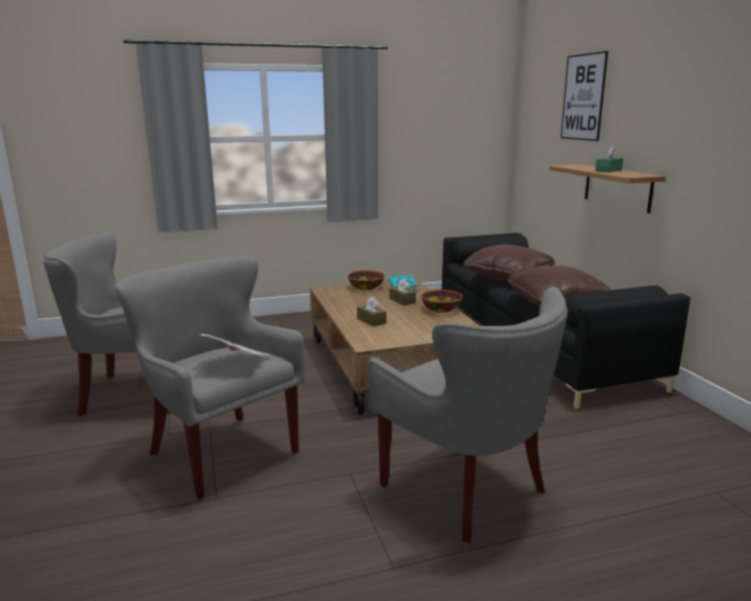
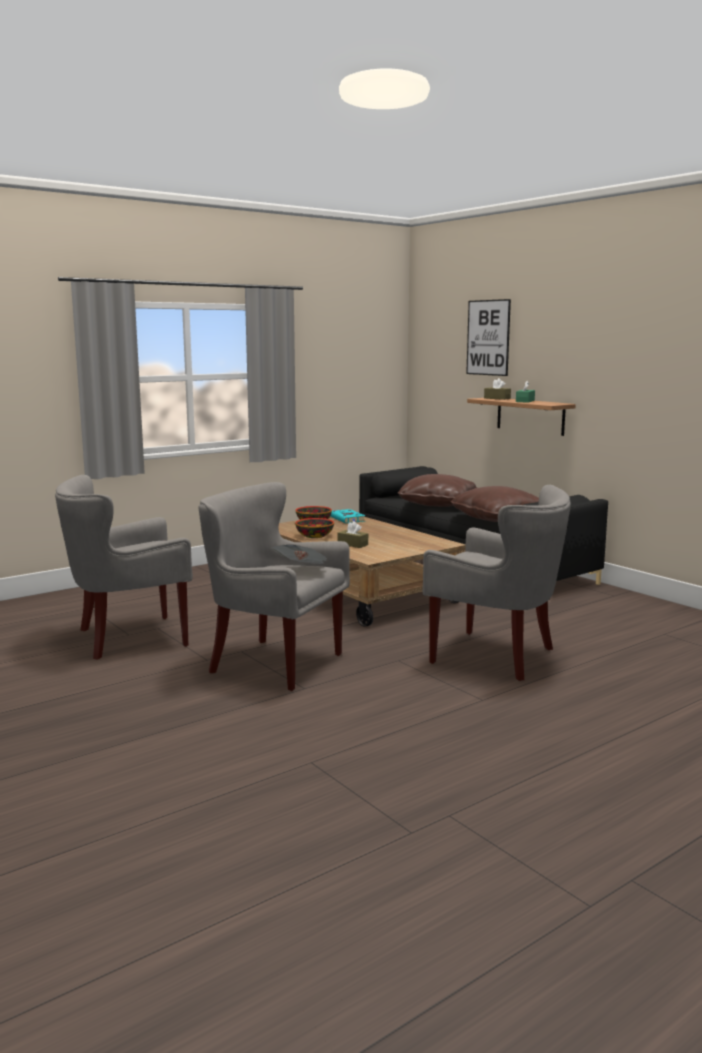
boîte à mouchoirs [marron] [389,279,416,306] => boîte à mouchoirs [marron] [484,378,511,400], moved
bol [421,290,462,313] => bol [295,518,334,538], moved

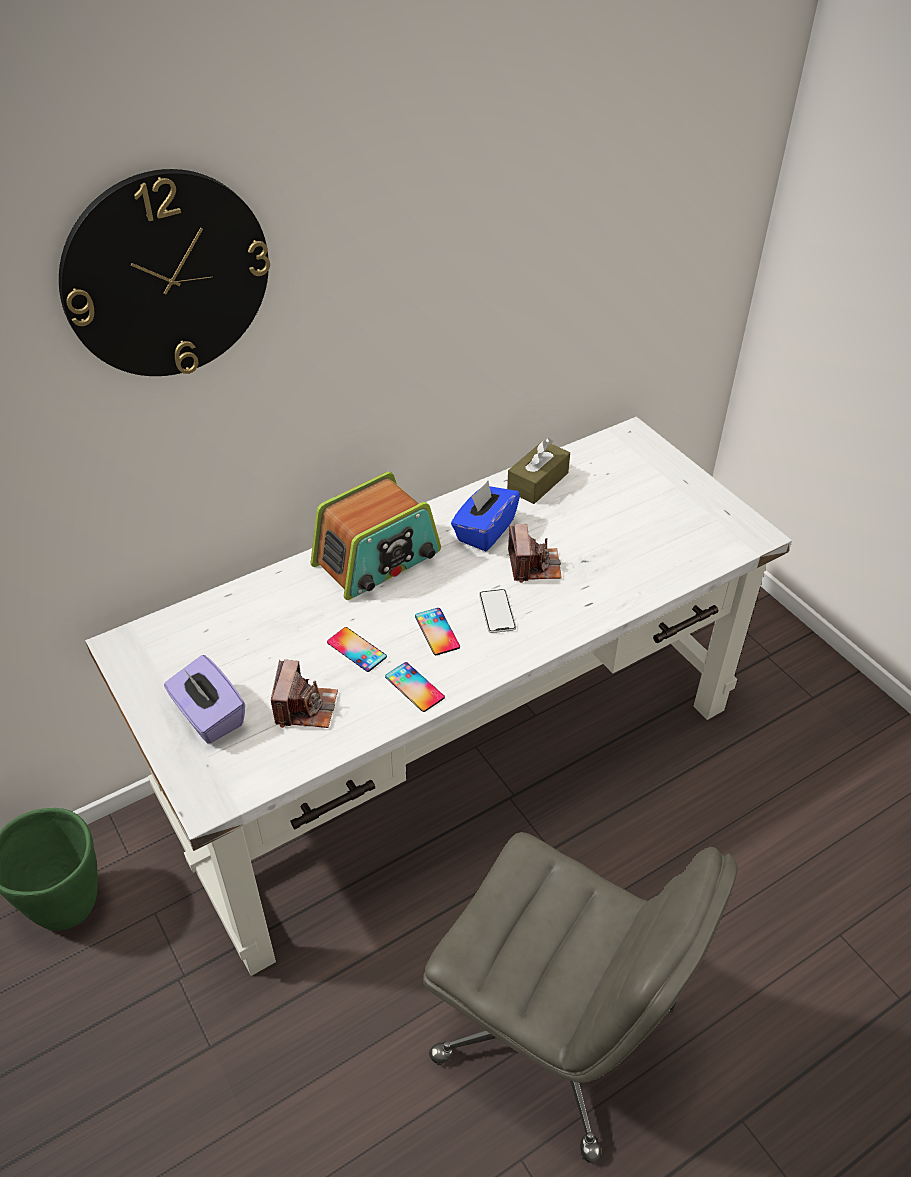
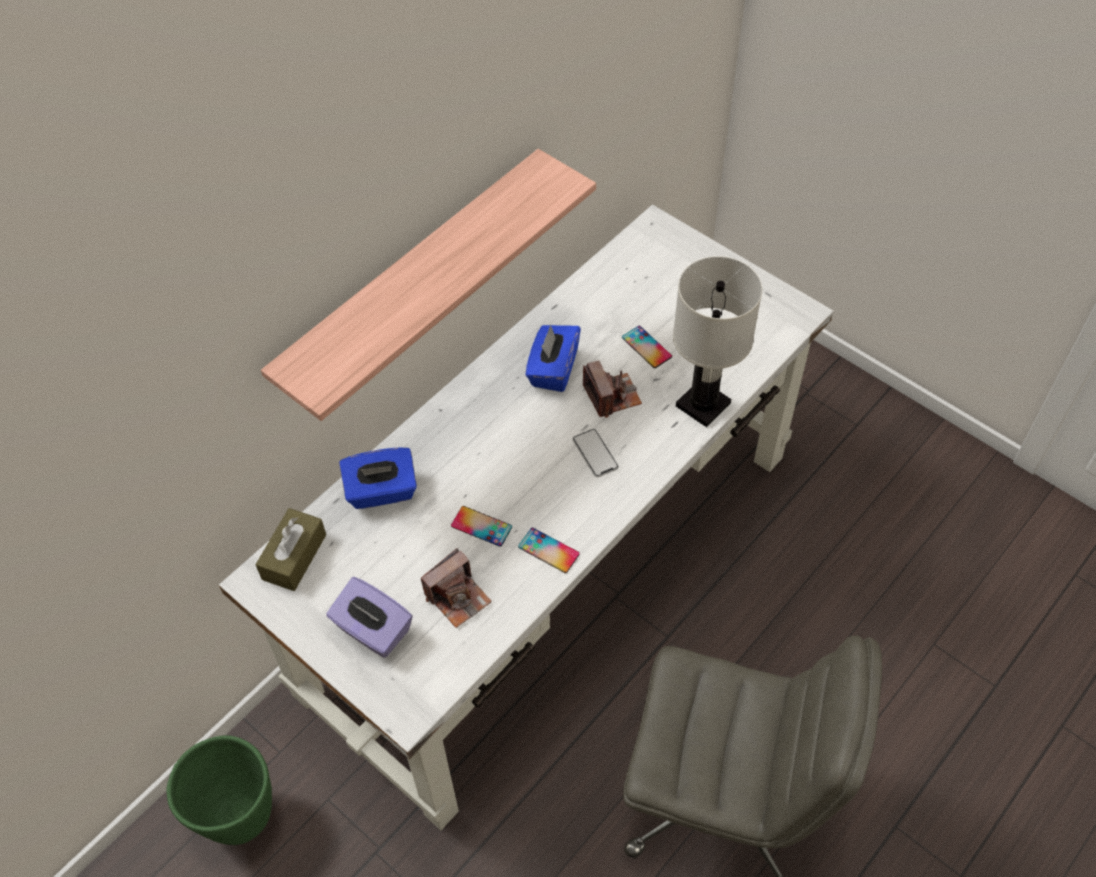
horloge murale [59,169,270,376] => nothing
appareil photo [271,659,338,728] => appareil photo [421,548,492,628], 60 degrees clockwise
radio [311,472,441,600] => nothing
téléphone [415,608,460,655] => téléphone [622,326,672,368], moved
boîte à mouchoirs [marron] [507,438,570,504] => boîte à mouchoirs [marron] [255,508,326,591], moved
nothing => étagère [261,149,596,421]
nothing => boîte à mouchoirs [bleu] [339,447,417,509]
nothing => lampe de table [blanc] [673,256,762,427]

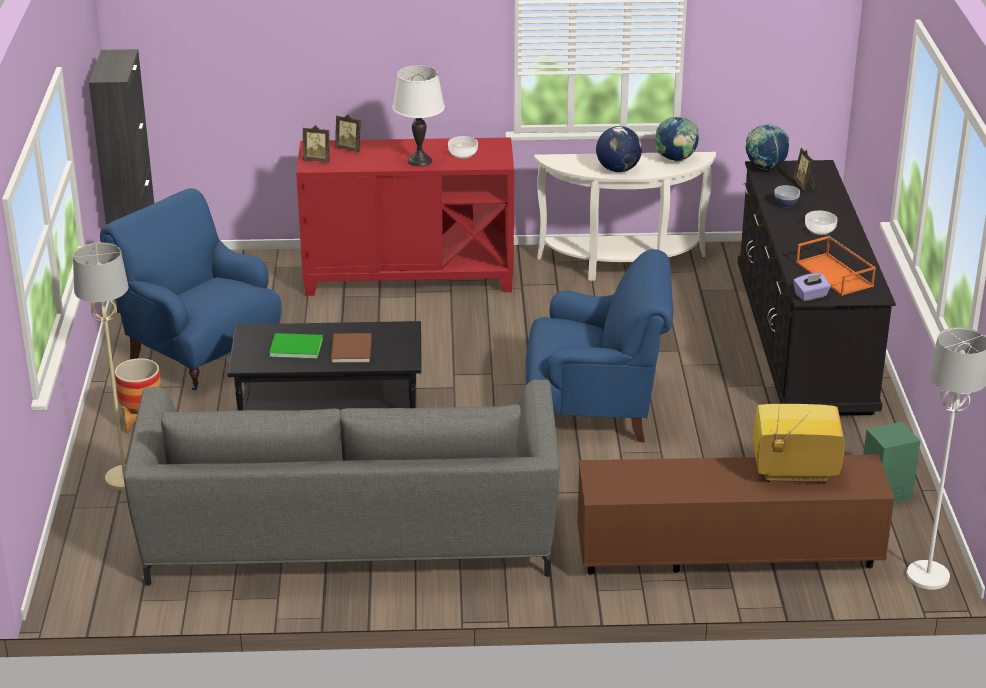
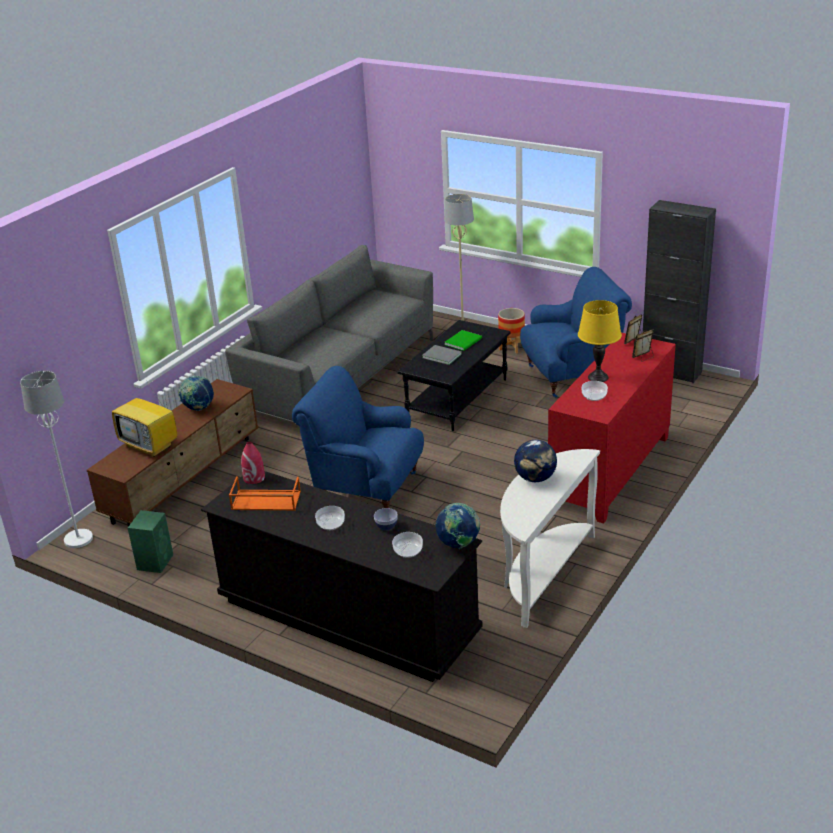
livre [marron] [331,333,372,363] => livre [gris] [422,345,462,365]
lampe de table [blanc] [392,65,445,166] => lampe de table [jaune] [578,300,622,382]
fauteuil [bleu] [526,249,673,442] => fauteuil [bleu] [292,366,424,508], 75 degrees clockwise
globe [655,117,699,162] => globe [178,376,214,411], moved
téléviseur [753,394,845,483] => téléviseur [112,382,177,457], 90 degrees clockwise
boîte à mouchoirs [violet] [793,273,831,301] => vase [rouge] [241,442,265,484]
cadre photo [794,148,815,190] => bol [392,532,423,558]

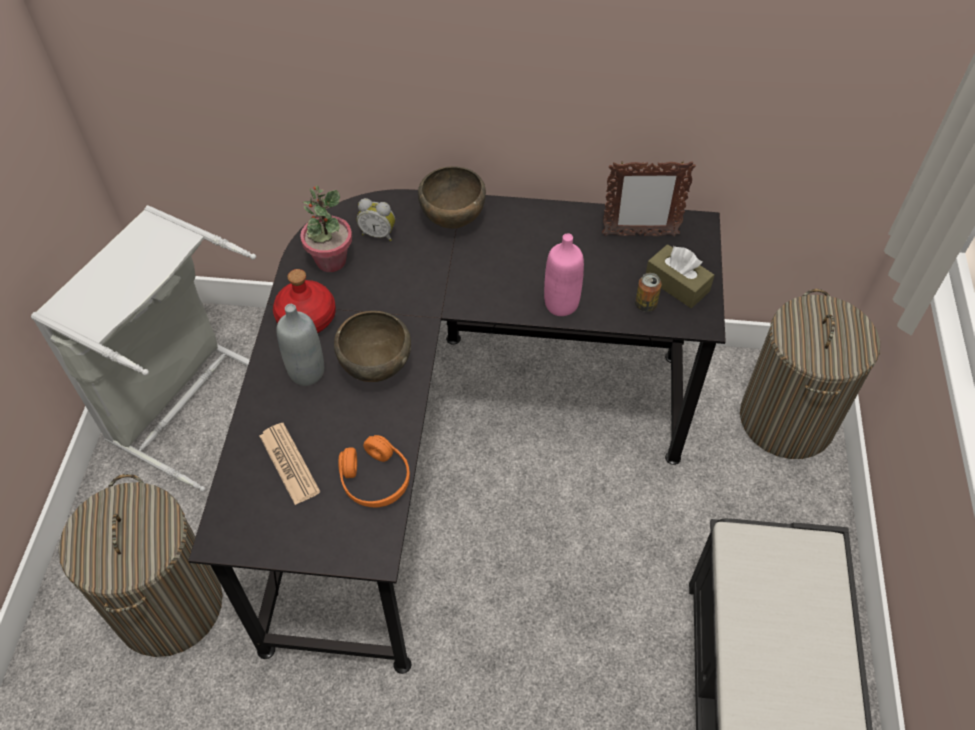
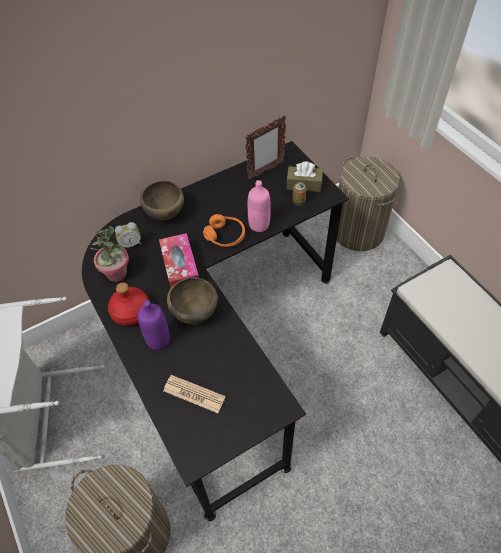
bouteille [gris] [276,304,324,386] => bouteille [violet] [138,300,170,350]
casque audio [orange] [338,435,410,507] => casque audio [orange] [203,214,245,247], moved
nothing => boîte à mouchoirs [159,233,199,288]

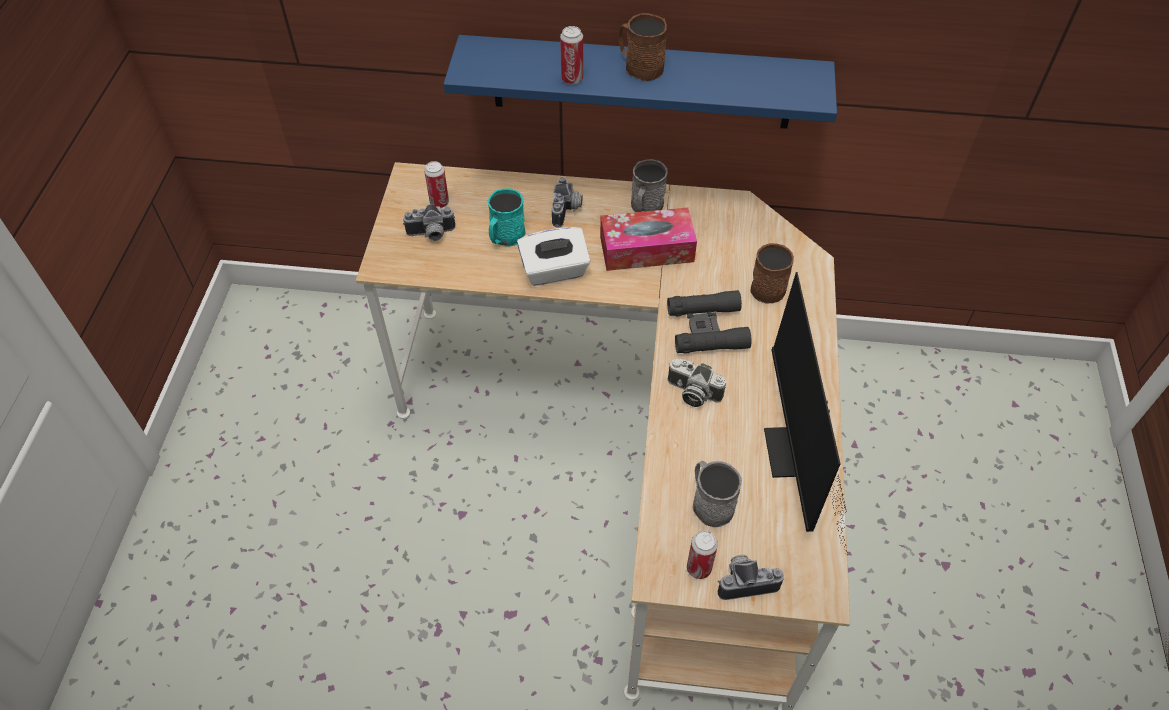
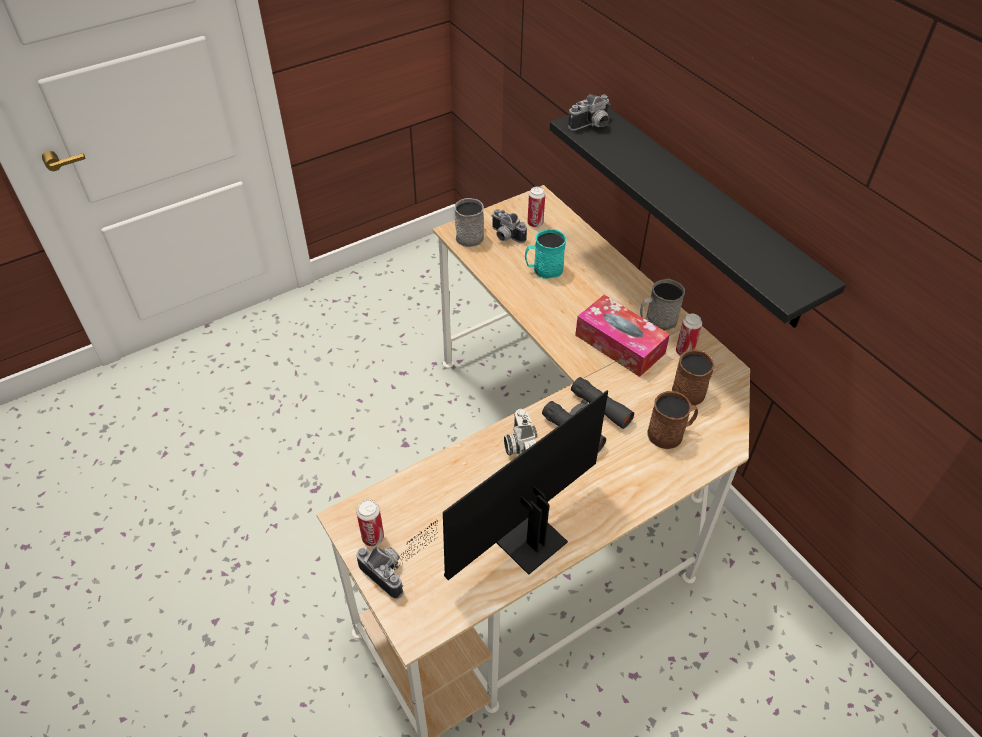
étagère [bleu] [444,35,837,129] => étagère [noir] [549,107,846,328]
boîte à mouchoirs [blanc] [517,227,590,286] => nothing
appareil photo [552,177,583,228] => appareil photo [568,94,610,131], moved
boîte métallique [560,26,583,85] => boîte métallique [676,314,702,356], moved
mug [marron] [618,13,667,81] => mug [marron] [672,350,715,406], moved
mug [gris] [692,461,742,527] => mug [gris] [455,198,484,247], moved

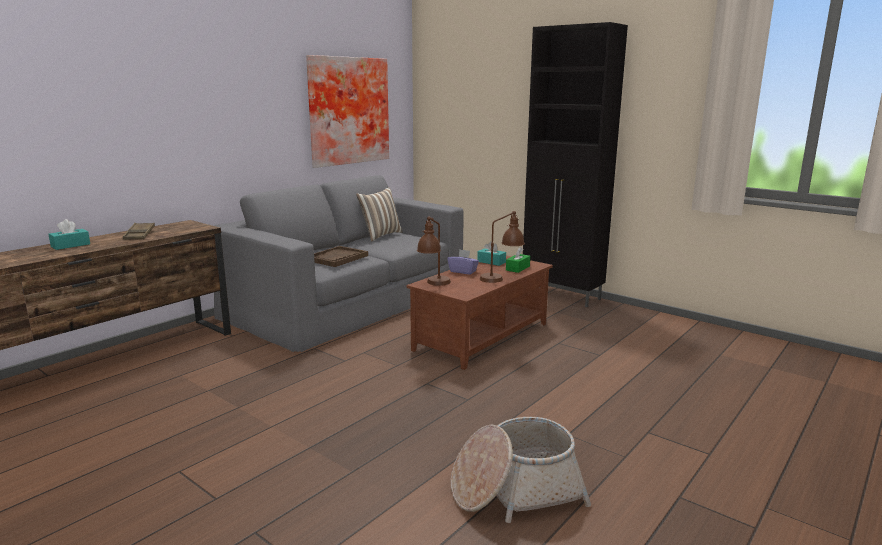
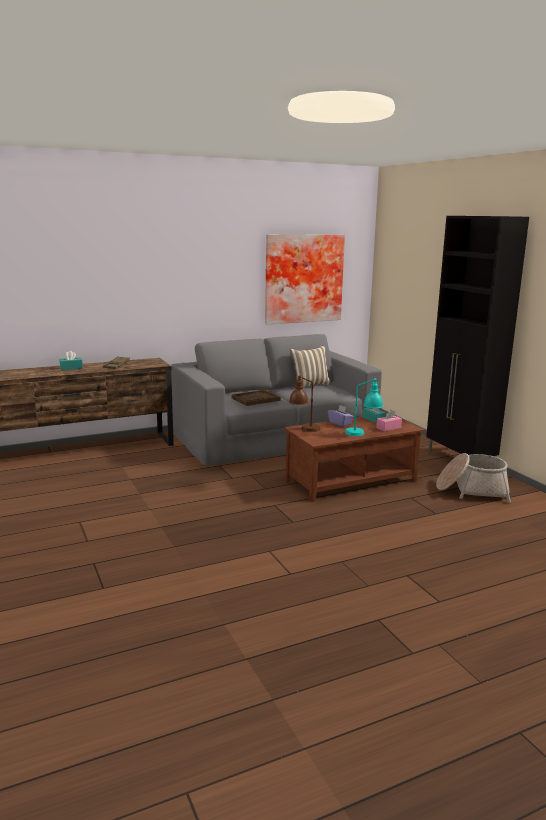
panier [451,417,591,523] => panier [436,453,511,503], moved
lampe de table [marron] [480,211,525,283] => lampe de table [turquoise] [345,378,383,436]
boîte à mouchoirs [vert] [506,247,530,273] => boîte à mouchoirs [rose] [376,410,402,431]

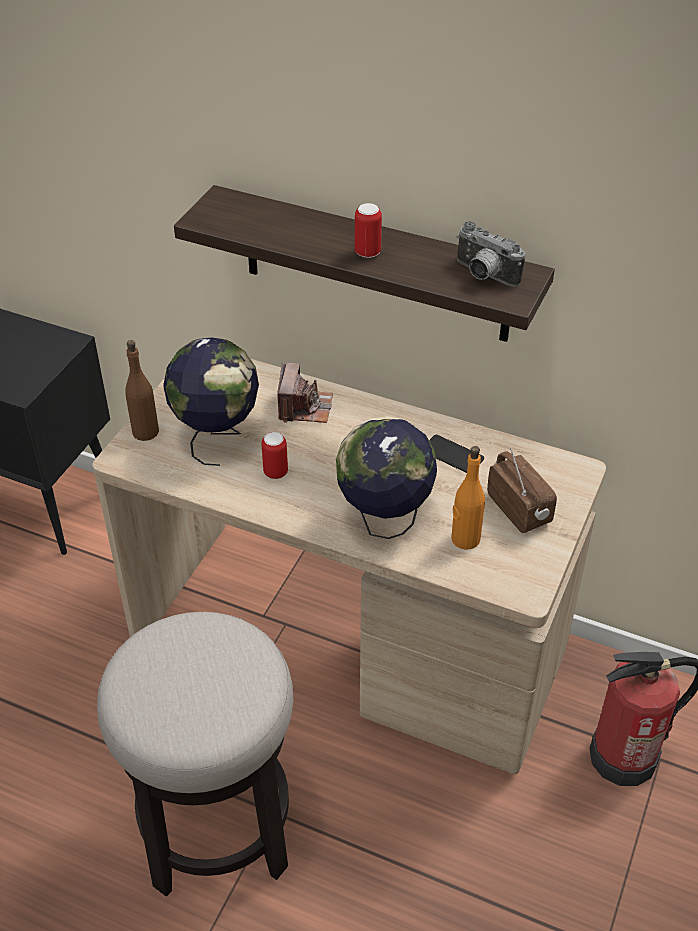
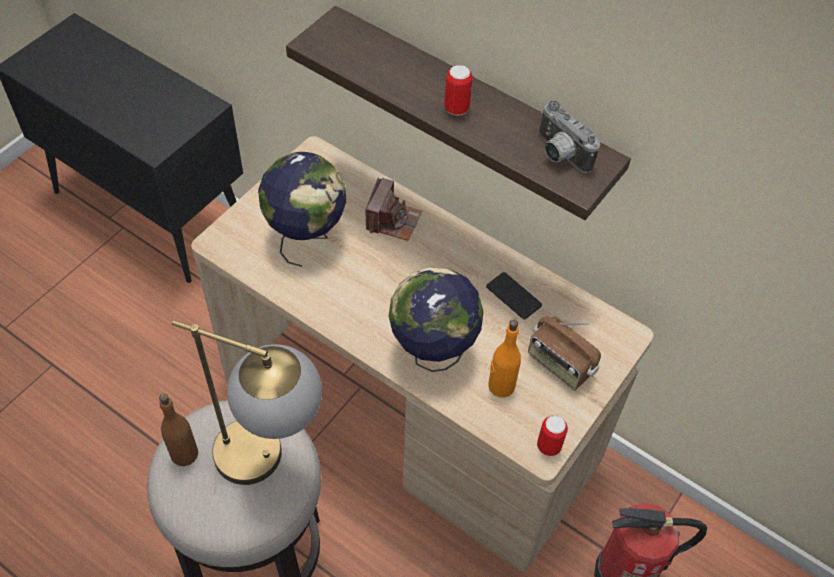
bouteille [marron] [125,340,159,441] => bouteille [marron] [159,393,198,466], moved
boîte métallique [261,432,288,479] => boîte métallique [537,415,568,456], moved
radio [487,447,557,533] => radio [528,316,601,390], 150 degrees clockwise
nothing => lampe de table [172,320,322,485]

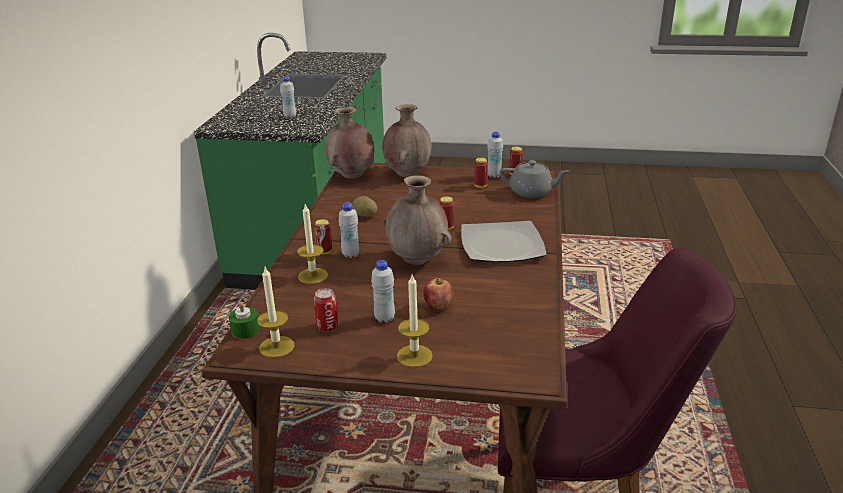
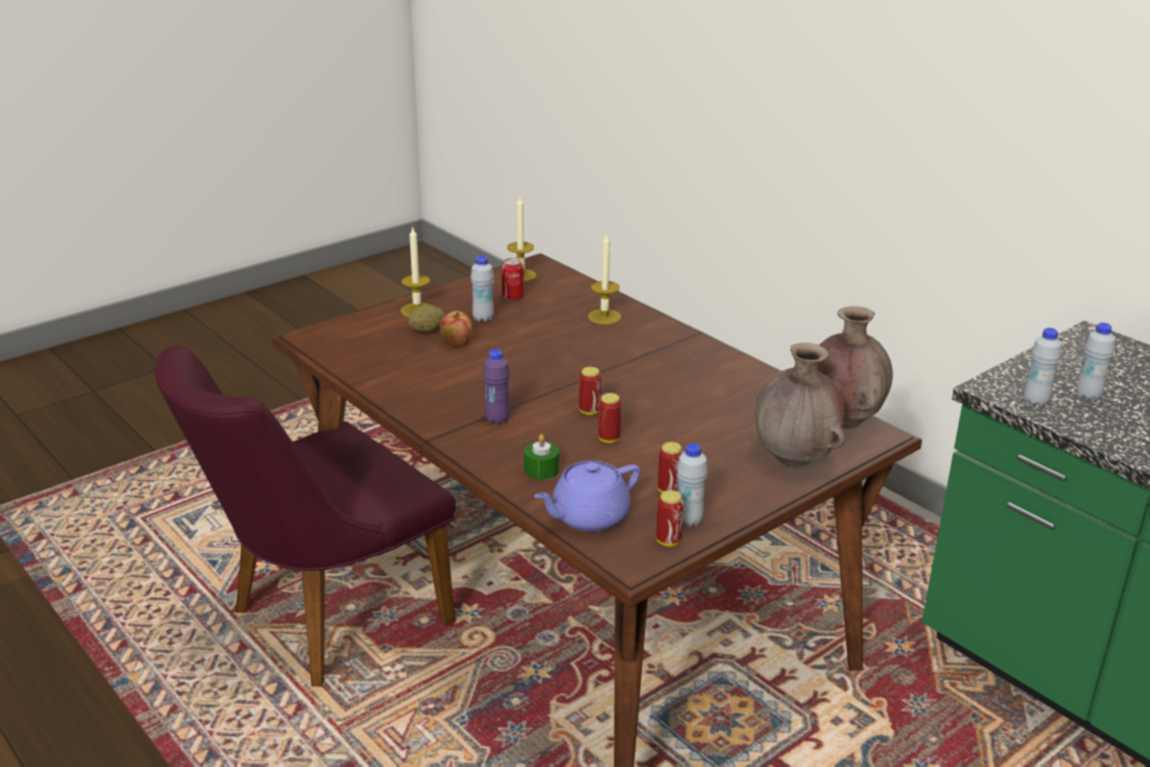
bougie [vert] [229,302,260,339] => bougie [vert] [524,434,559,480], moved
boîte métallique [314,219,332,255] => boîte métallique [598,393,621,443], moved
bouteille [blanc] [338,203,360,258] => bouteille [blanc] [1024,328,1062,407], moved
pomme de terre [352,196,377,217] => pomme de terre [408,305,445,333], moved
vase [marron] [384,175,452,265] => nothing
assiette [461,221,547,263] => bouteille [violet] [483,349,510,425]
théière [gris] [500,160,569,198] => théière [violet] [534,461,640,532]

